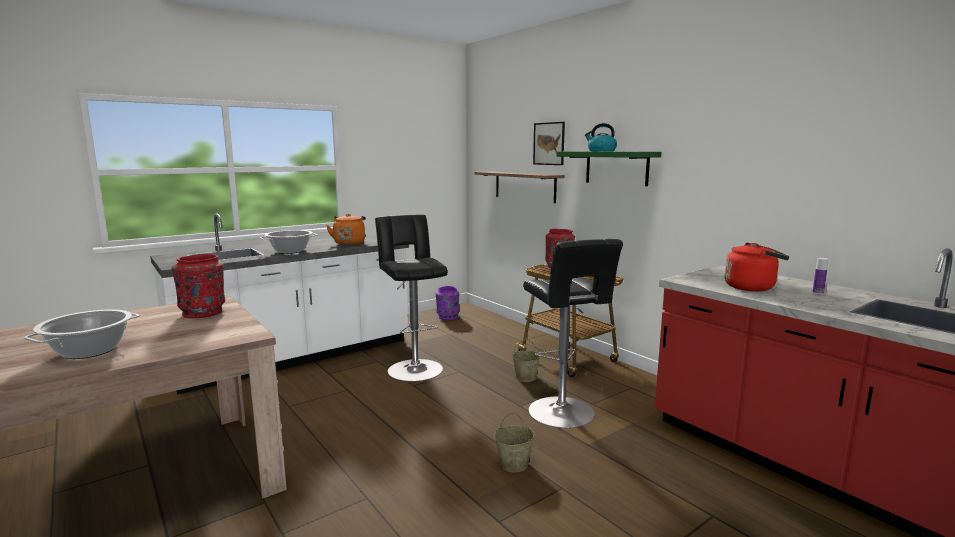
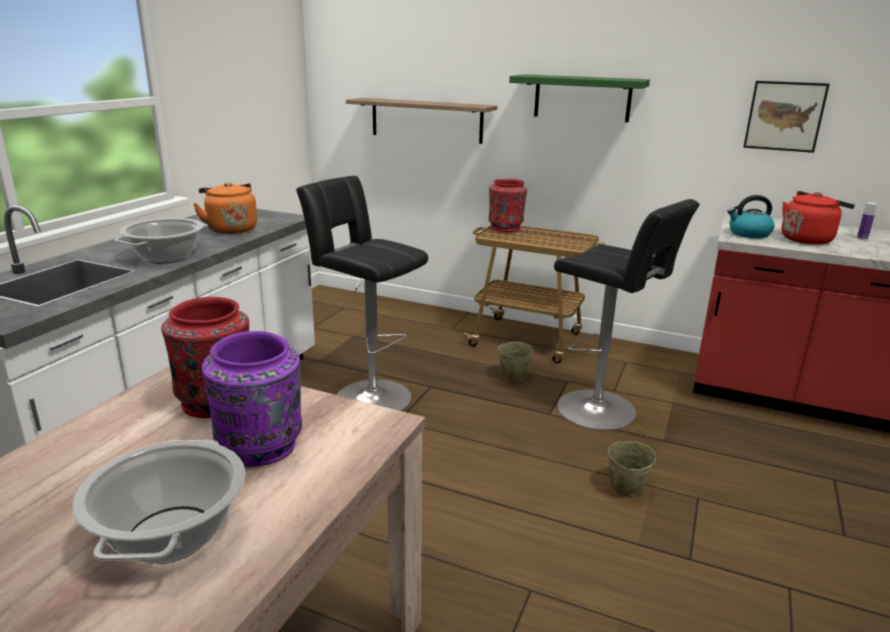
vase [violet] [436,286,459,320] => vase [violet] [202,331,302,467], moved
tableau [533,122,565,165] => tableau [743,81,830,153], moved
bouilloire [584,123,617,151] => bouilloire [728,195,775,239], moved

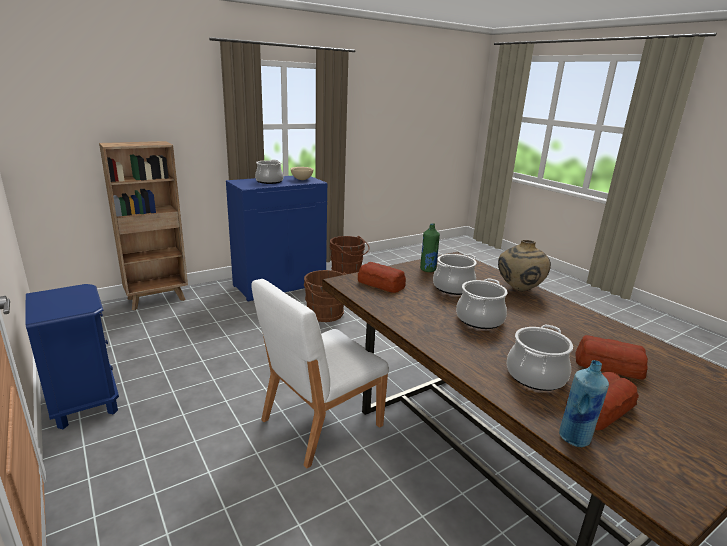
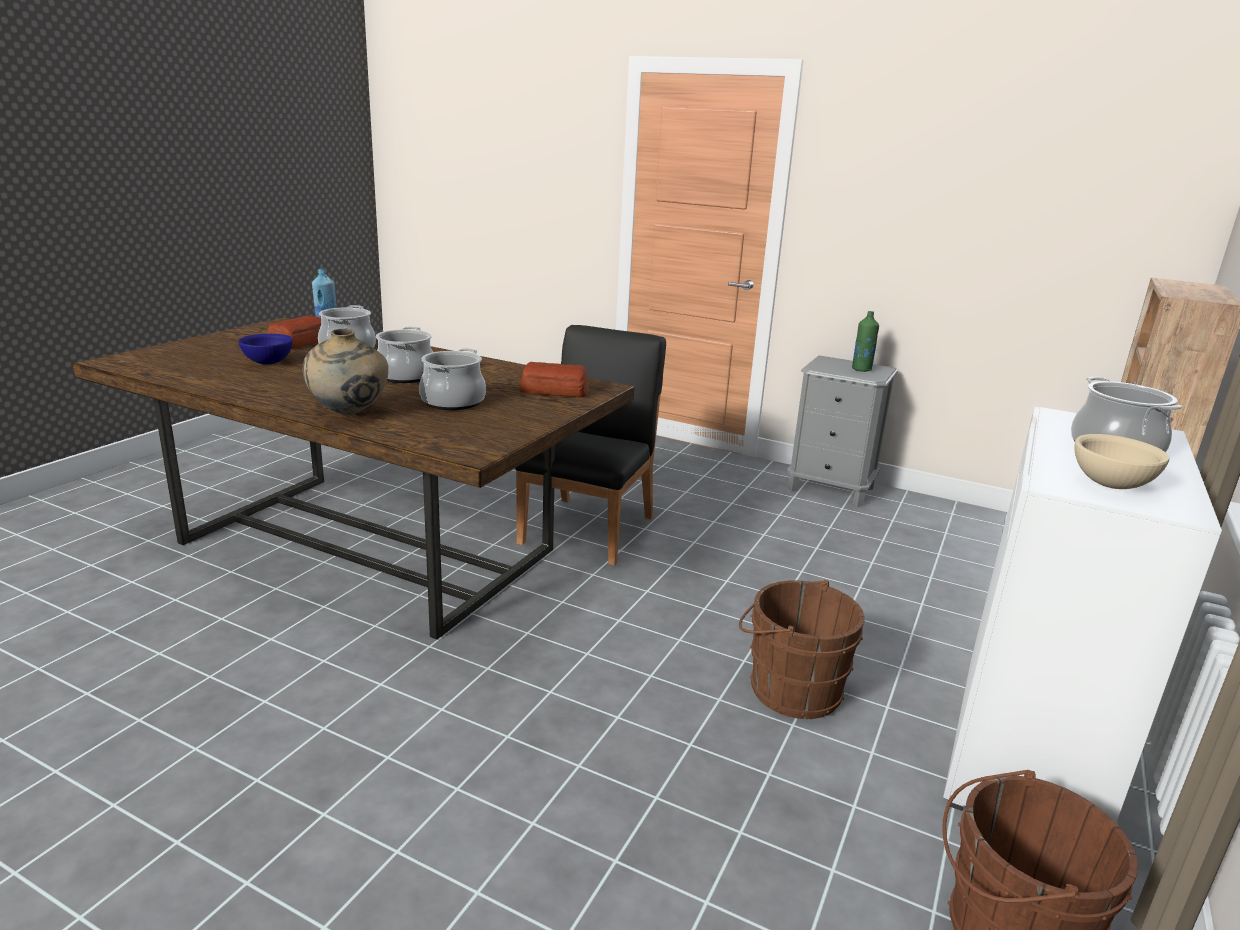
table de chevet [bleu] [25,284,119,429] => table de chevet [gris] [787,355,898,507]
meuble de rangement [bleu] [226,176,327,301] => meuble de rangement [blanc] [943,407,1222,823]
chaise [blanc] [251,279,389,469] => chaise [noir] [515,325,666,566]
bouteille [vert] [420,223,440,272] => bouteille [vert] [852,311,879,372], moved
pain [575,335,648,379] => bol [bleu] [238,334,293,364]

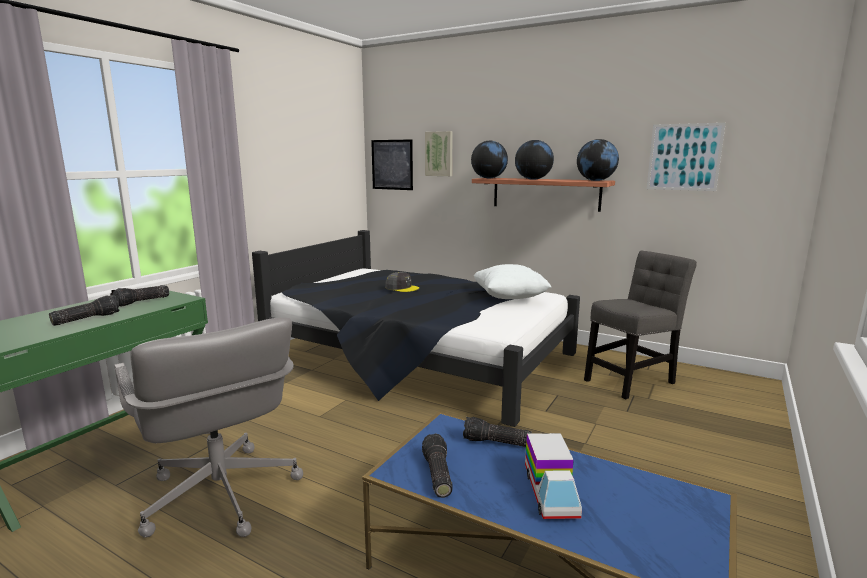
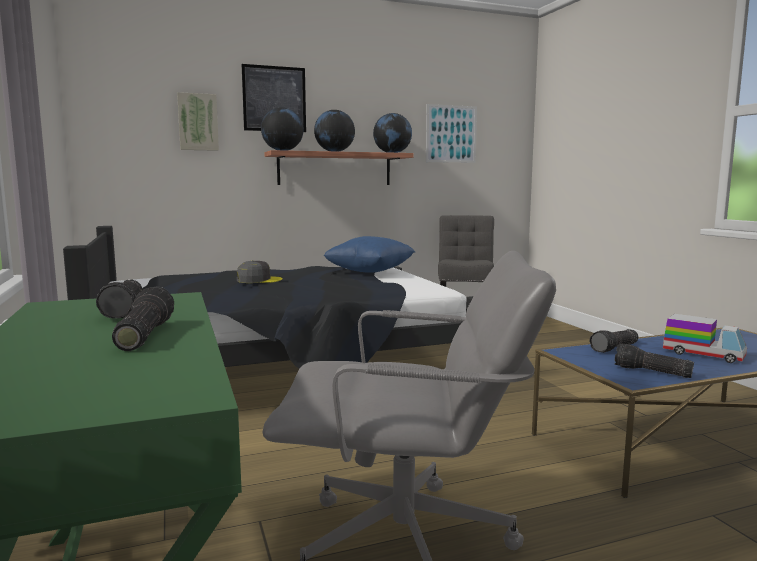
tableau [371,139,413,190] => tableau [242,64,306,132], moved
coussin [blanc] [474,264,551,299] => coussin [bleu] [324,236,415,273]

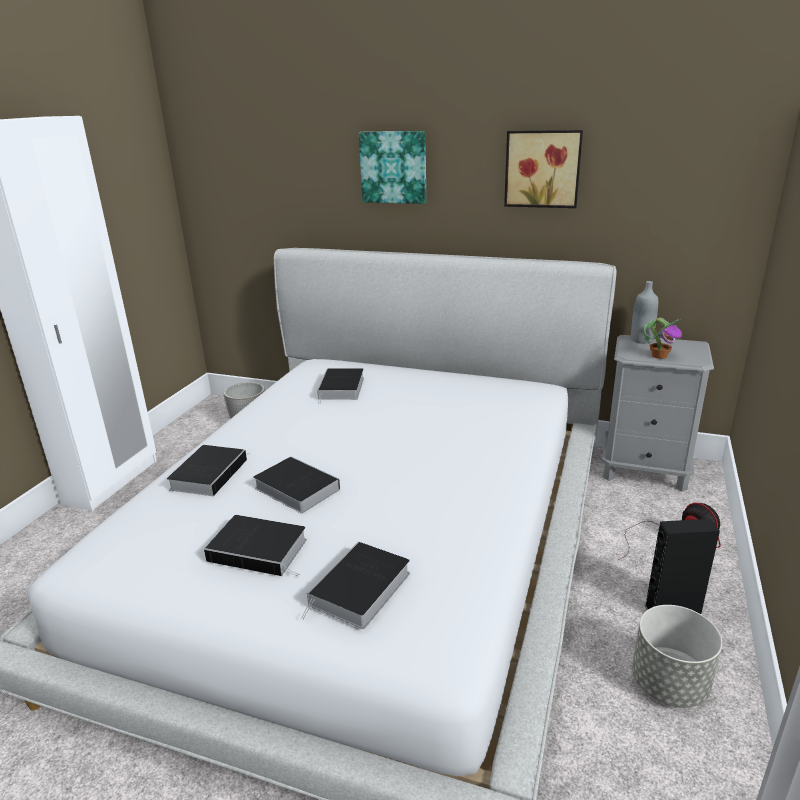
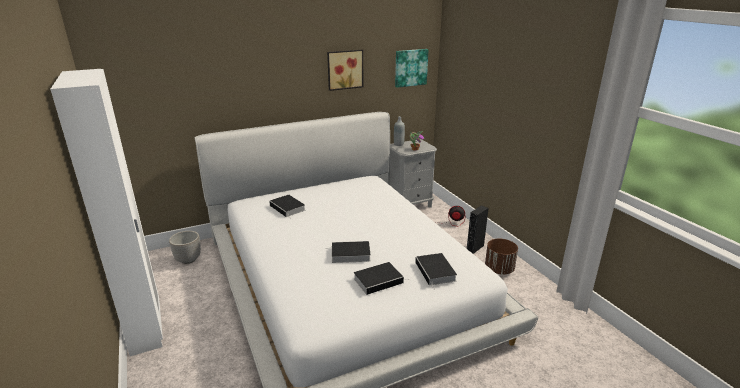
livre [167,445,250,496] => nothing
tableau [359,131,426,204] => tableau [395,49,428,88], moved
cache-pot [gris] [632,605,722,707] => cache-pot [marron] [485,239,518,274]

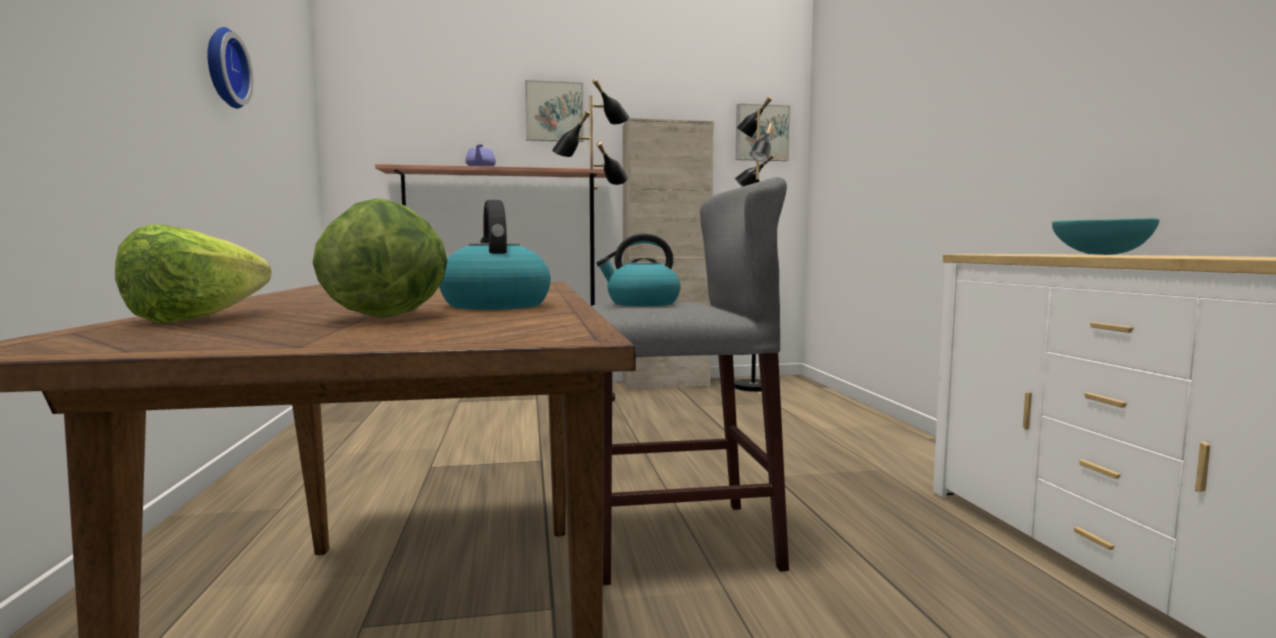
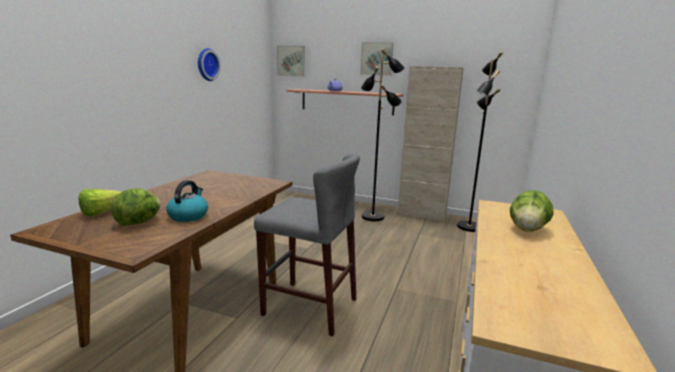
bouilloire [596,234,681,306] => nothing
tableau [736,103,790,161] => tableau [277,46,305,77], moved
bol [turquoise] [1052,218,1160,255] => laitue [510,190,554,231]

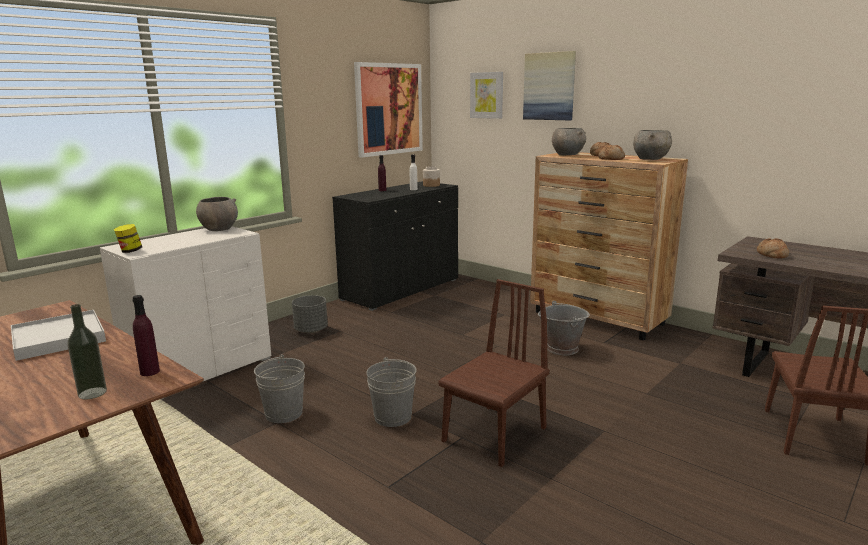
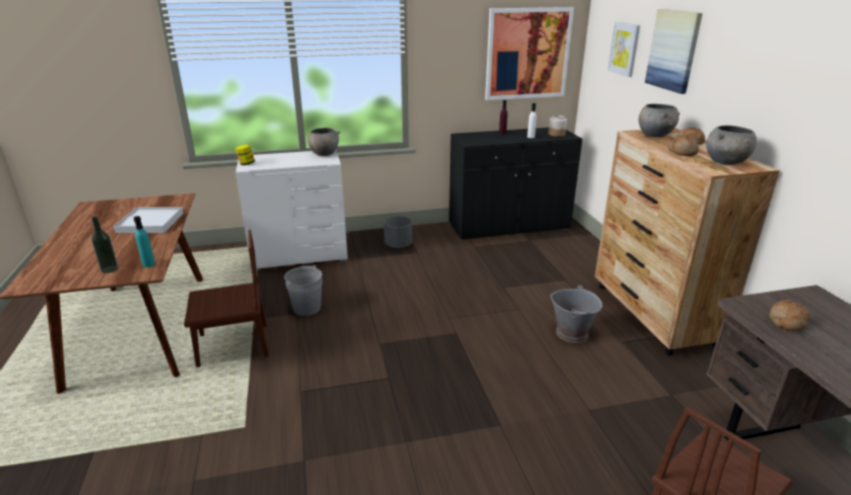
bouteille [violet] [132,295,160,376] => bouteille [turquoise] [134,216,155,267]
seau [gris] [366,357,417,427] => nothing
chaise [marron] [439,279,549,467] => chaise [marron] [184,230,269,368], moved

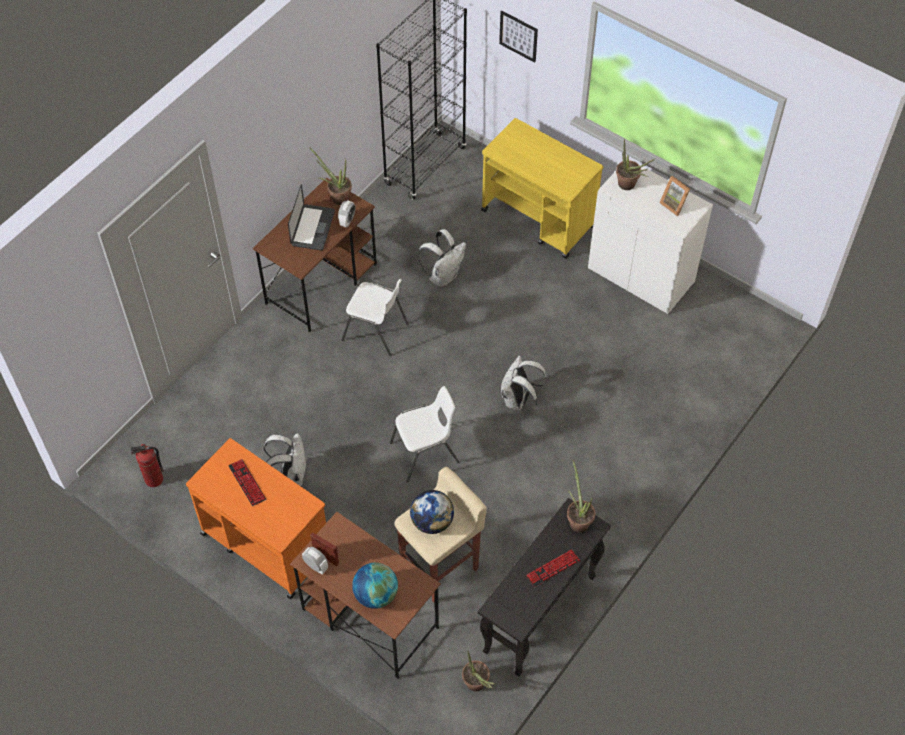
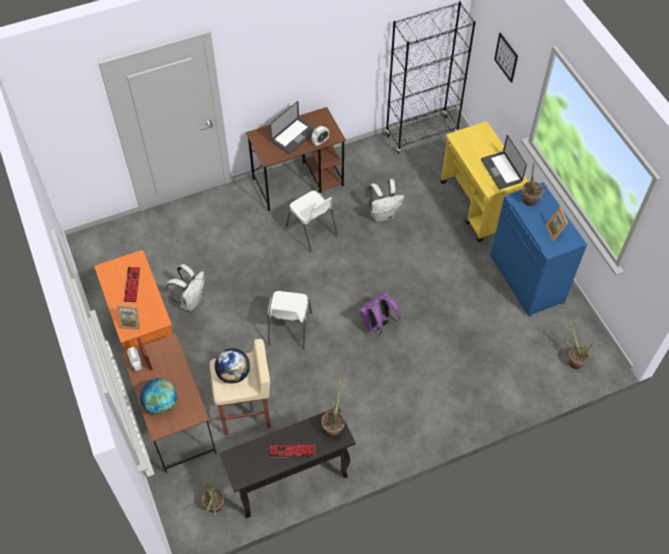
extincteur [131,444,164,487] => nothing
plante en pot [309,147,352,205] => plante en pot [565,319,594,369], moved
chaise [blanc] [390,386,459,482] => chaise [blanc] [267,291,312,350], 90 degrees clockwise
sac à dos [blanc] [501,355,547,411] => sac à dos [violet] [359,291,400,335]
meuble de rangement [blanc] [588,159,713,314] => meuble de rangement [bleu] [490,182,587,317]
nothing => cadre photo [117,304,140,330]
nothing => ordinateur portable [481,135,527,189]

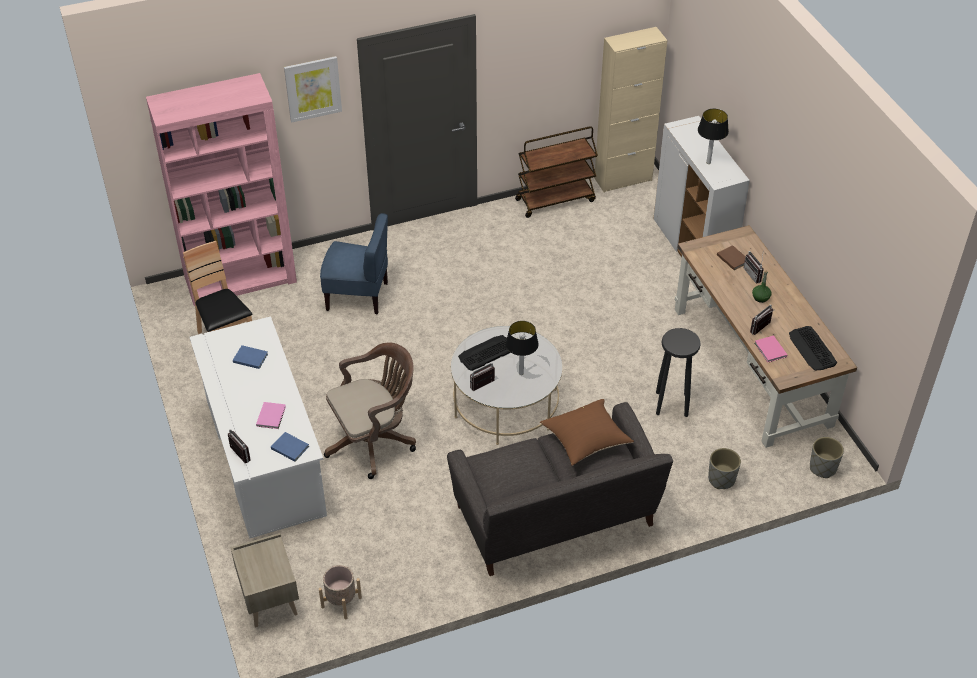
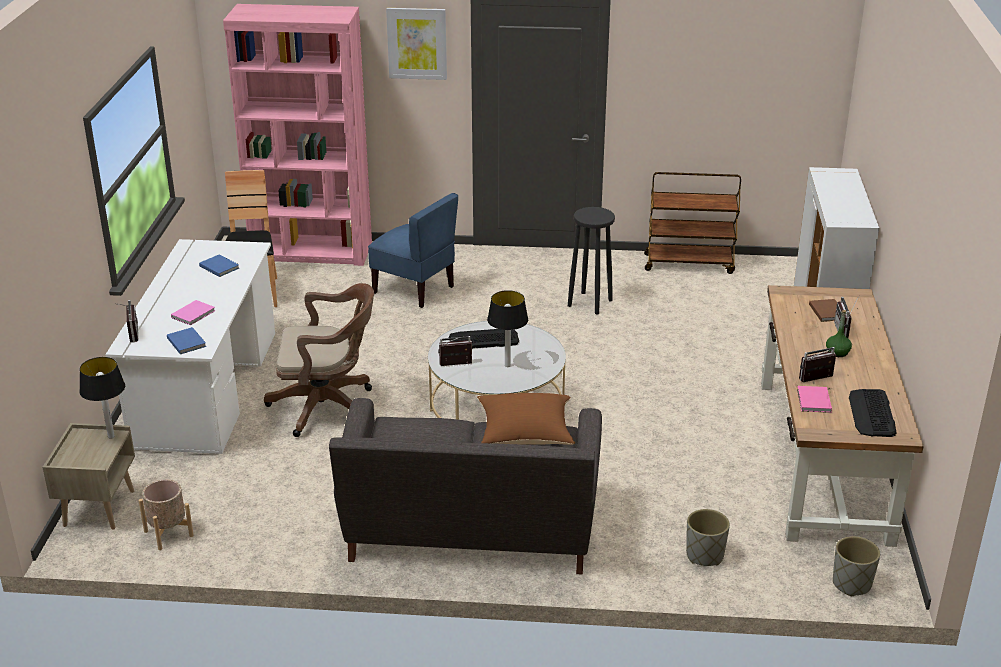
meuble de rangement [beige] [594,27,667,192] => nothing
tabouret [noir] [656,328,701,417] => tabouret [noir] [568,207,615,314], moved
lampe de table [698,109,729,164] => lampe de table [79,357,125,439], moved

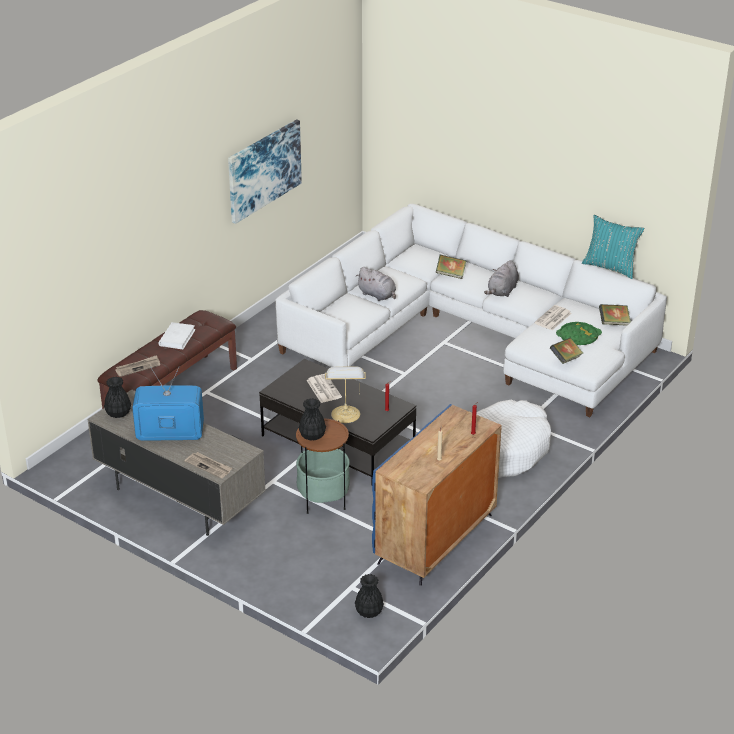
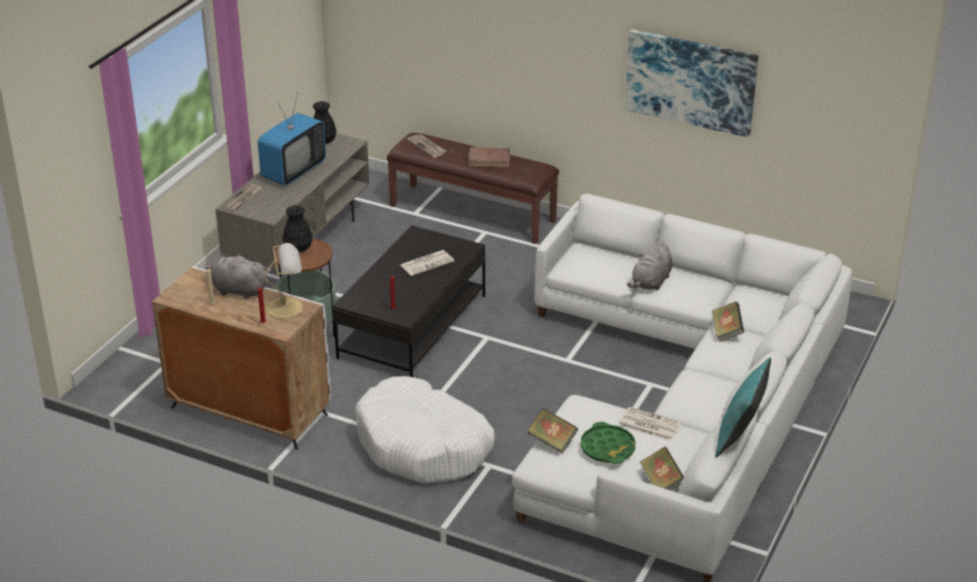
téléviseur [132,367,204,441] => téléviseur [258,92,326,186], 45 degrees clockwise
livre [blanc] [158,322,196,349] => livre [marron] [468,147,510,167]
lampe de table [325,366,366,423] => lampe de table [263,243,303,319], moved
vase [noir] [355,574,384,618] => nothing
meuble de rangement [bleu] [372,404,502,586] => meuble de rangement [blanc] [152,266,331,449]
peluche [gris] [484,260,519,297] => peluche [gris] [205,254,268,299], moved

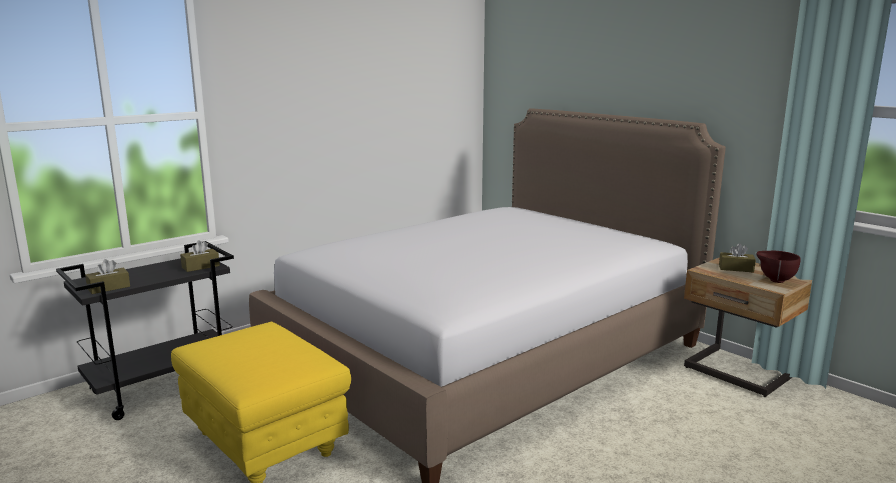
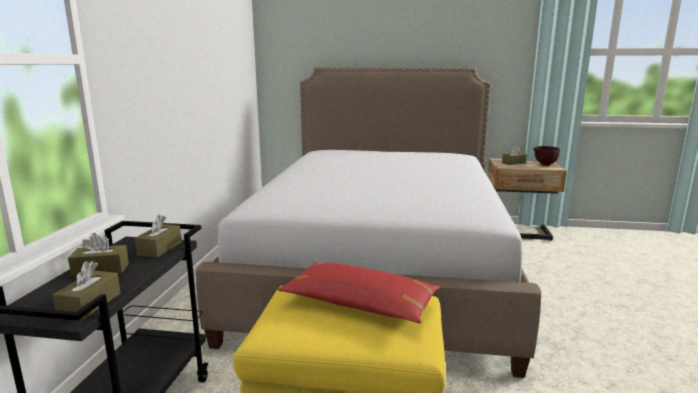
nothing => boîte à mouchoirs [marron] [68,233,129,277]
nothing => coussin [rouge] [278,263,441,323]

